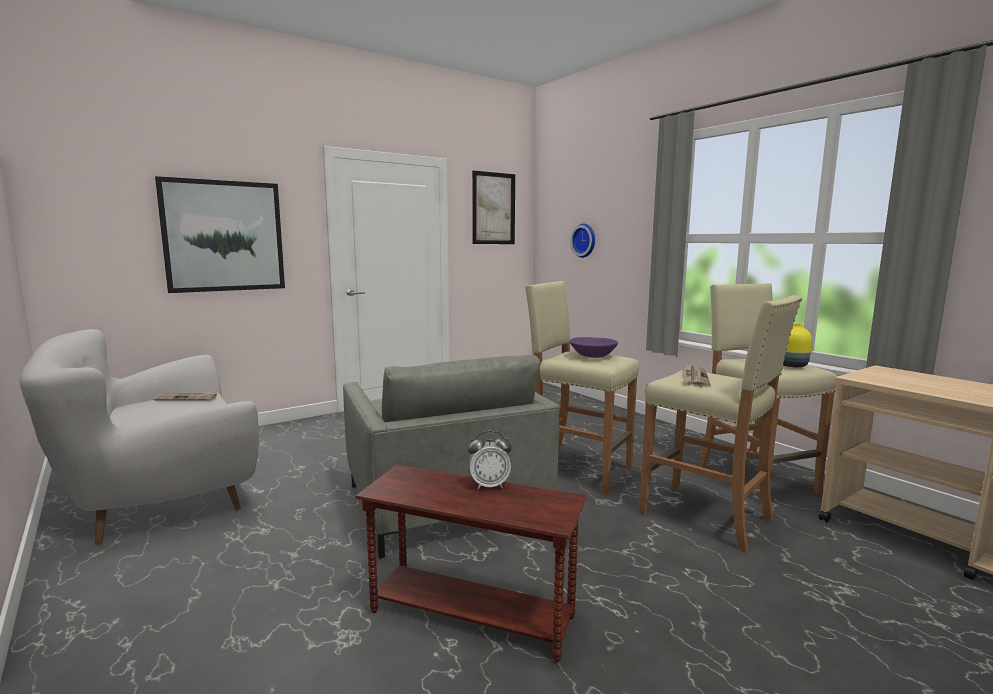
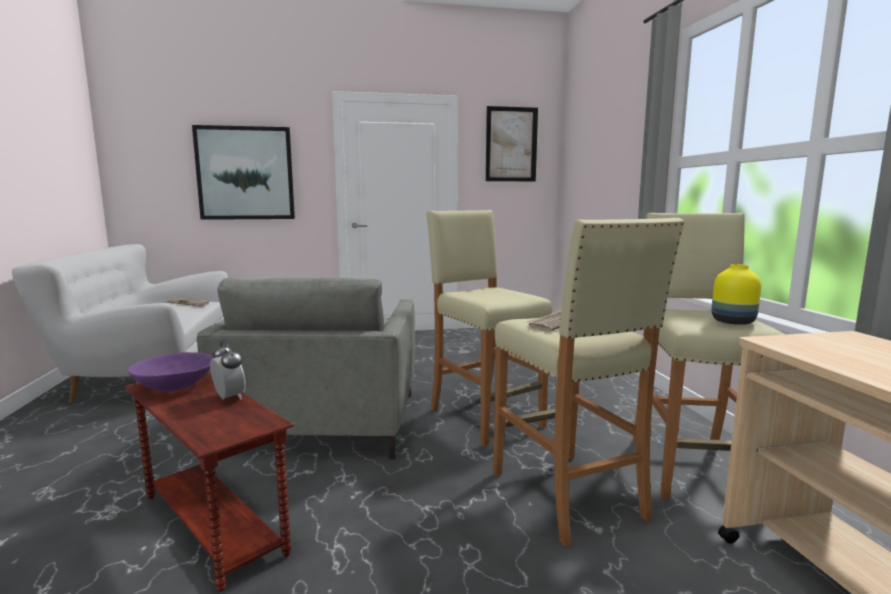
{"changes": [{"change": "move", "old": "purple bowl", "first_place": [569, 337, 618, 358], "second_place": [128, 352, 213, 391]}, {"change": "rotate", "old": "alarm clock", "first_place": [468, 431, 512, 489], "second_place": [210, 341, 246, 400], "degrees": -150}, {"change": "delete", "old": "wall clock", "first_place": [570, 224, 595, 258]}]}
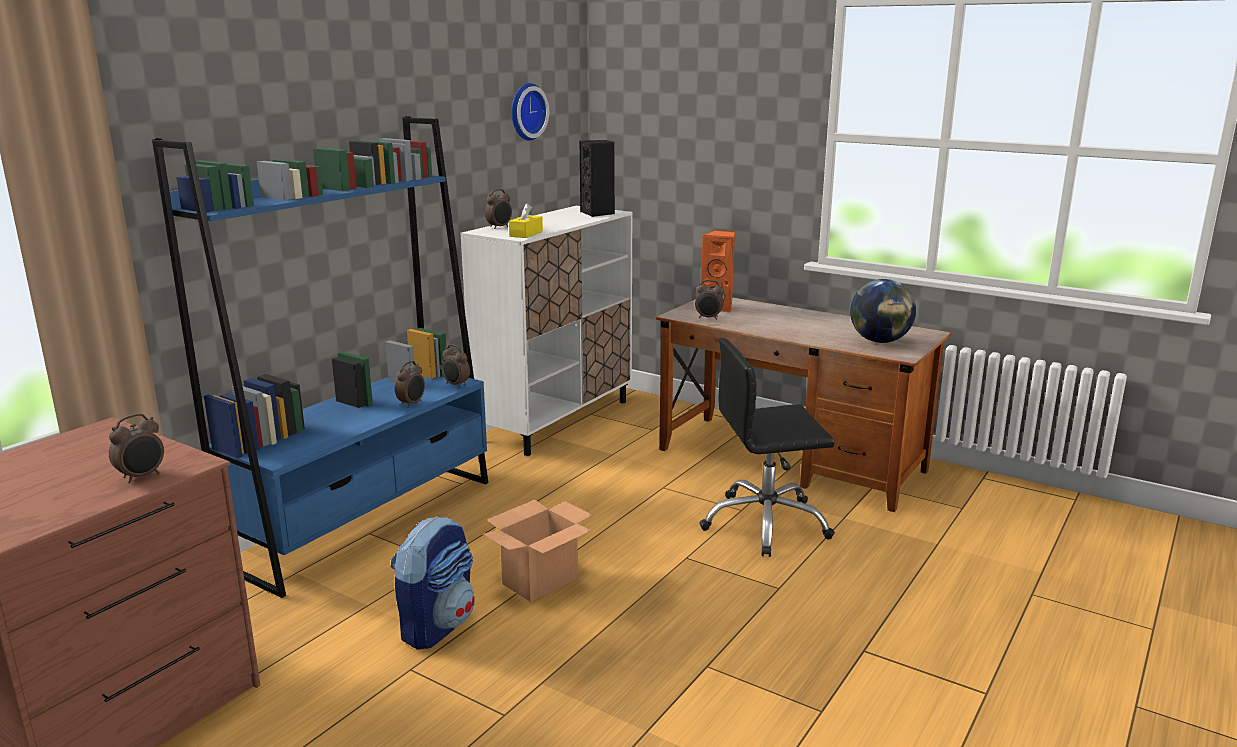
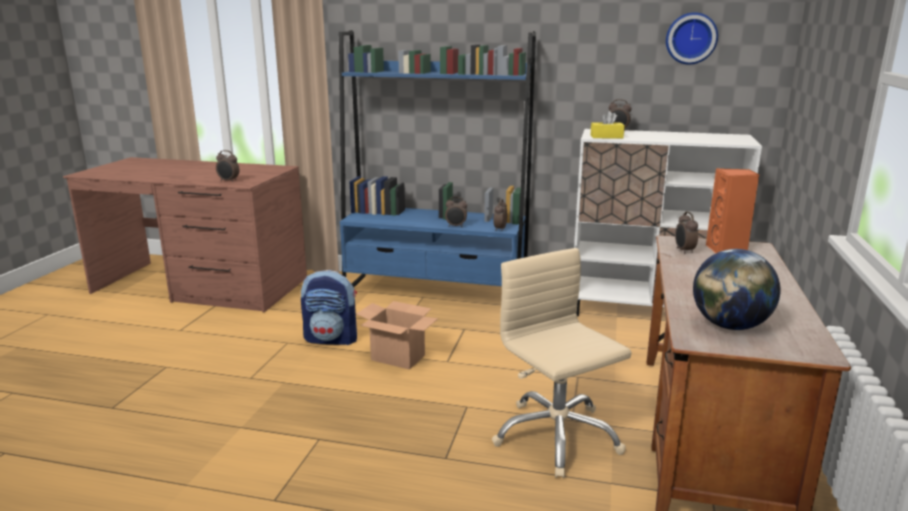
{"changes": [{"change": "recolor", "old": "black office chair", "new": "beige office chair", "first_place": [699, 338, 835, 557], "second_place": [492, 248, 632, 478]}, {"change": "delete", "old": "black speaker", "first_place": [580, 140, 615, 217]}]}
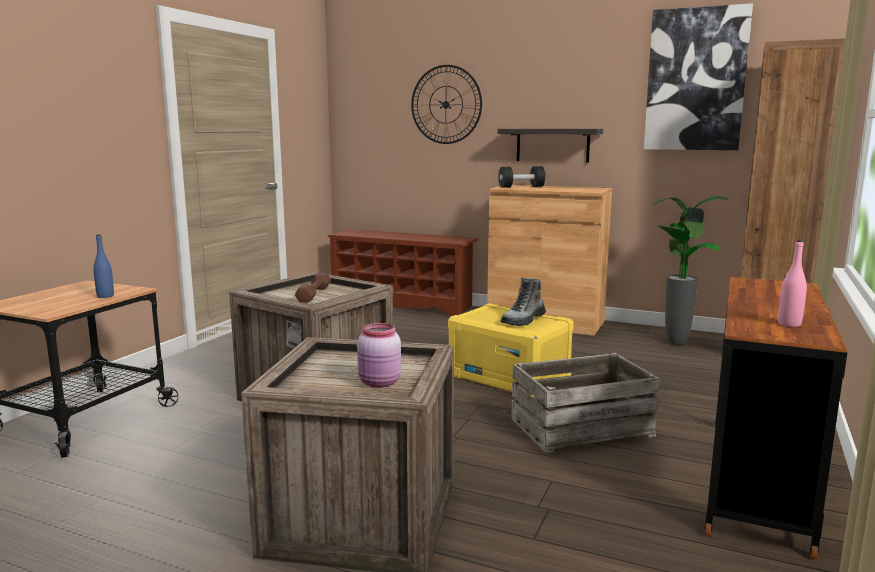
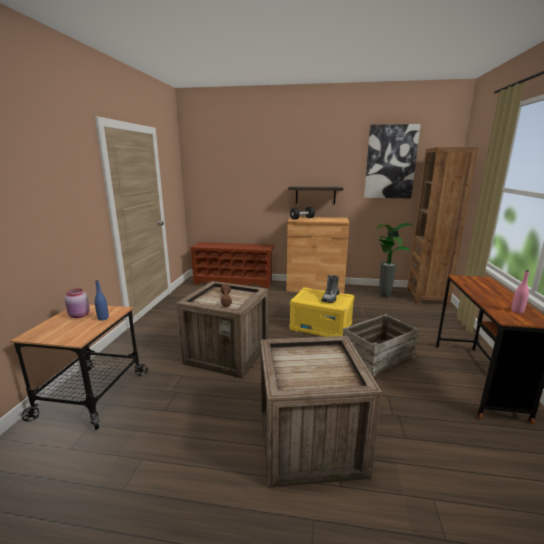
{"changes": [{"change": "move", "old": "pink jar", "first_place": [357, 323, 401, 388], "second_place": [65, 289, 90, 318]}, {"change": "delete", "old": "wall clock", "first_place": [411, 65, 482, 144]}]}
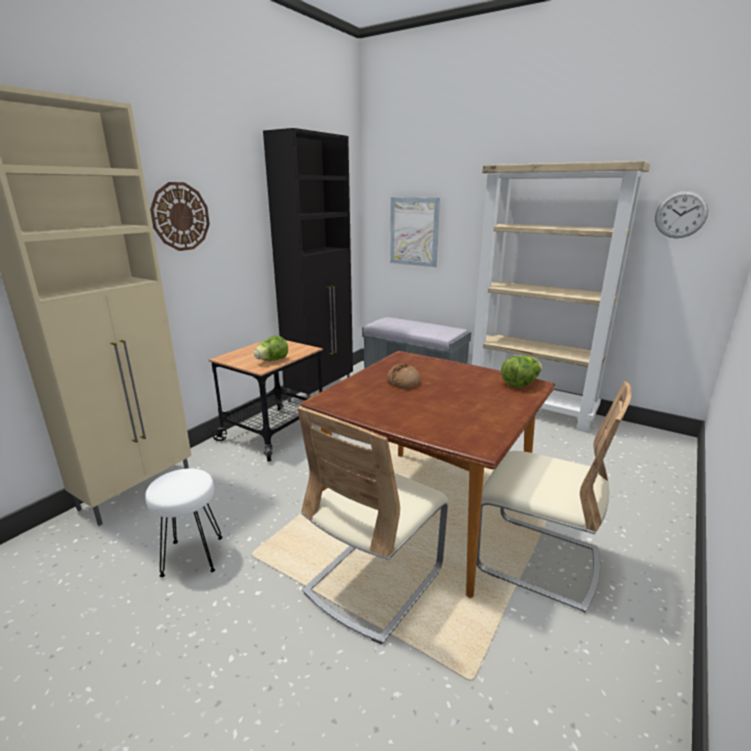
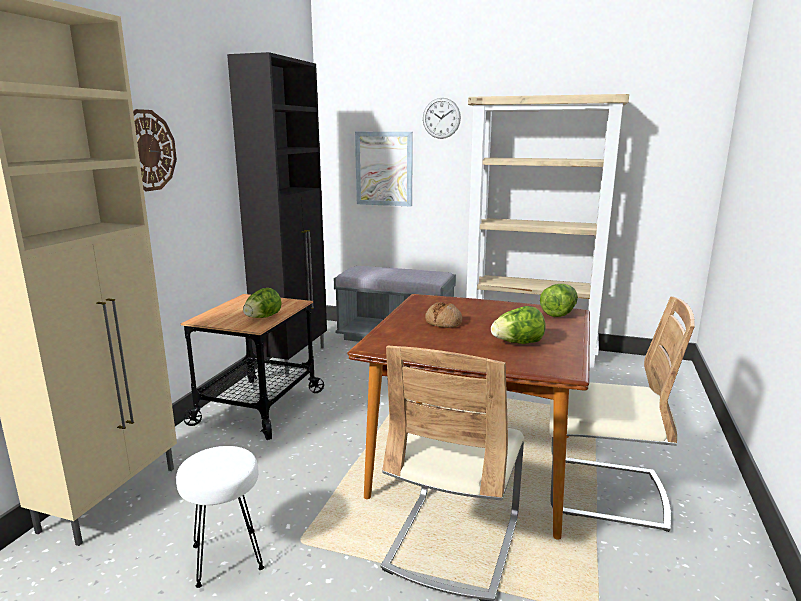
{"changes": [{"change": "move", "old": "wall clock", "first_place": [655, 191, 709, 238], "second_place": [423, 98, 461, 139]}, {"change": "insert", "new": "lettuce", "second_place": [491, 306, 546, 344]}]}
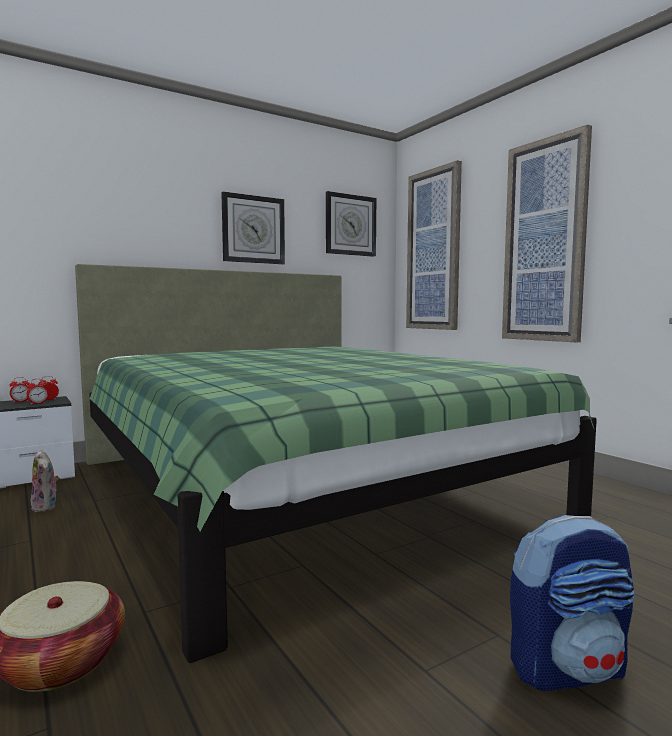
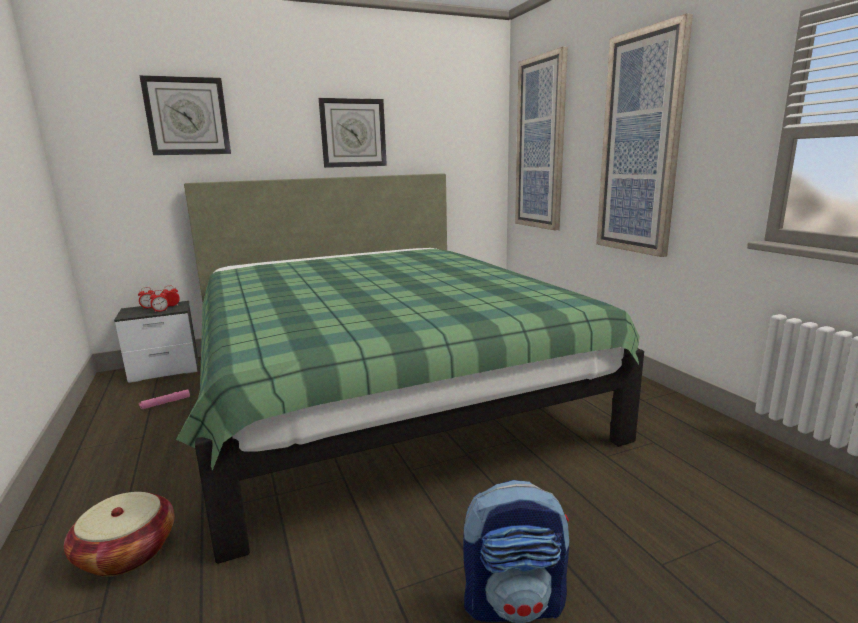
{"changes": [{"change": "move", "old": "wall clock", "first_place": [326, 191, 376, 257], "second_place": [139, 75, 231, 155]}, {"change": "replace", "old": "plush toy", "new": "pink flashlight", "first_place": [31, 450, 59, 512], "second_place": [139, 390, 190, 409]}]}
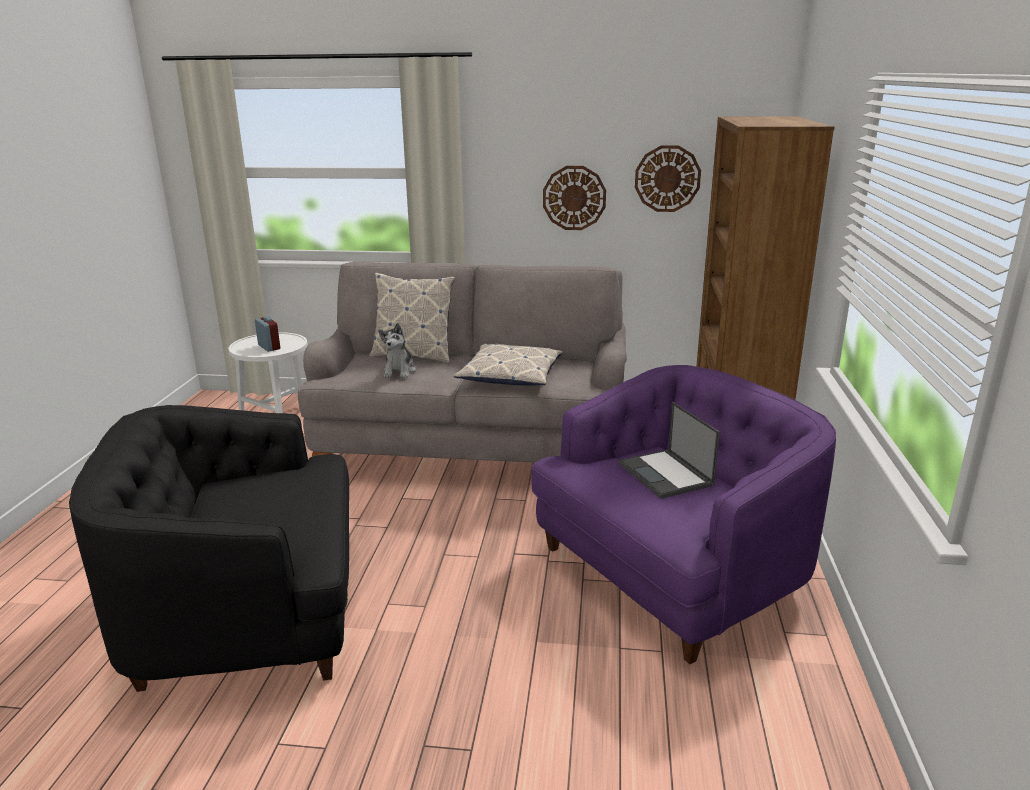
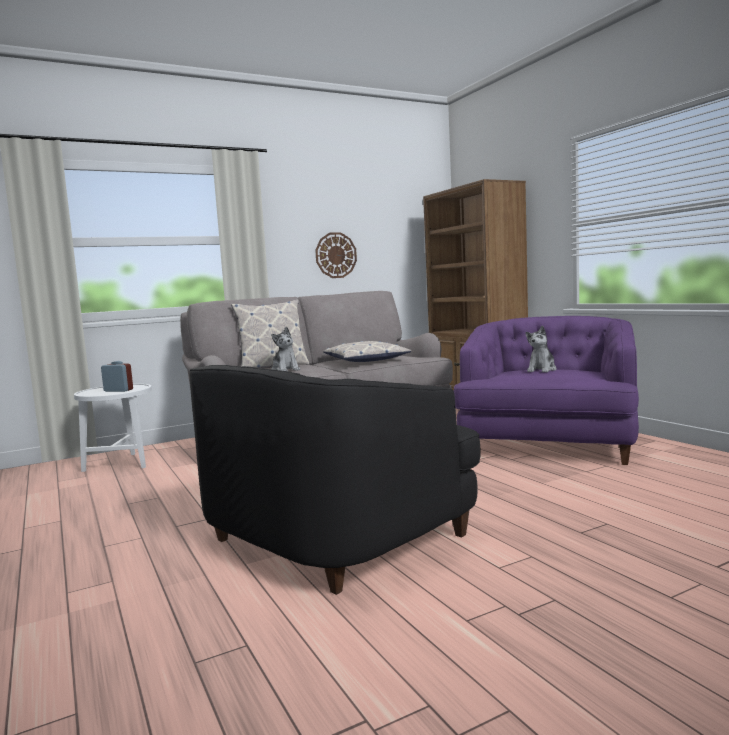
{"changes": [{"change": "replace", "old": "laptop", "new": "plush toy", "first_place": [618, 402, 720, 499], "second_place": [525, 326, 557, 372]}, {"change": "delete", "old": "wall clock", "first_place": [635, 145, 701, 212]}]}
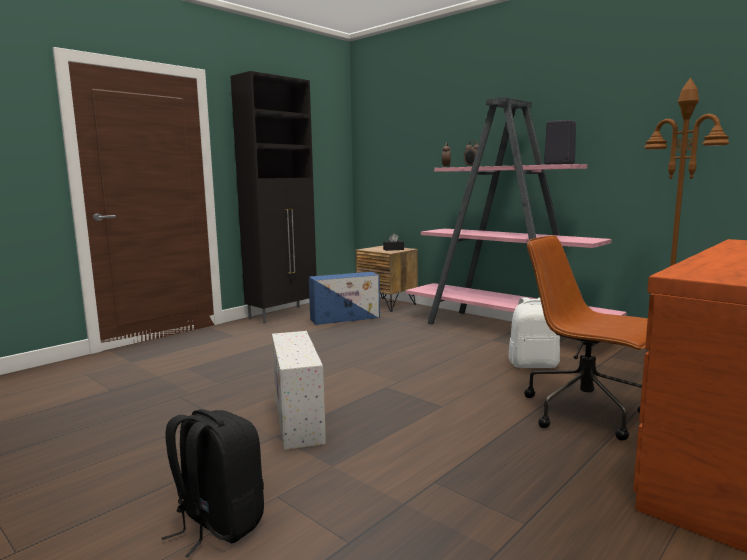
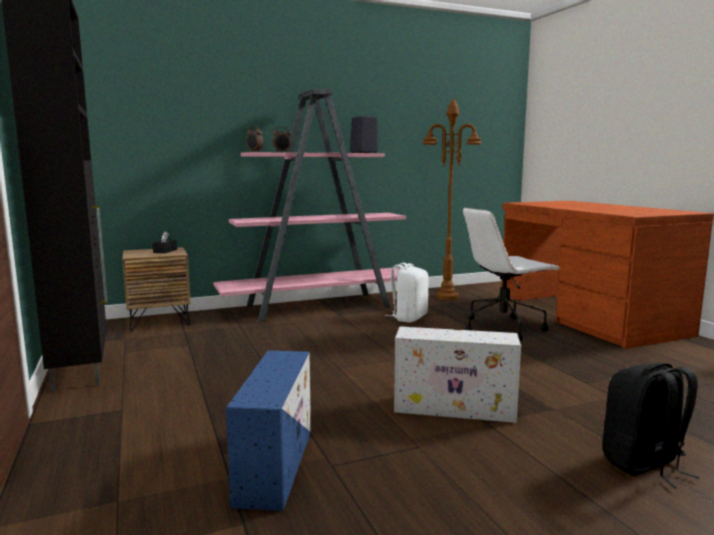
{"changes": [{"change": "move", "old": "blue storage box", "first_place": [309, 272, 380, 325], "second_place": [226, 351, 311, 511]}, {"change": "recolor", "old": "brown office chair", "new": "white office chair", "first_place": [524, 236, 648, 440], "second_place": [463, 208, 561, 341]}]}
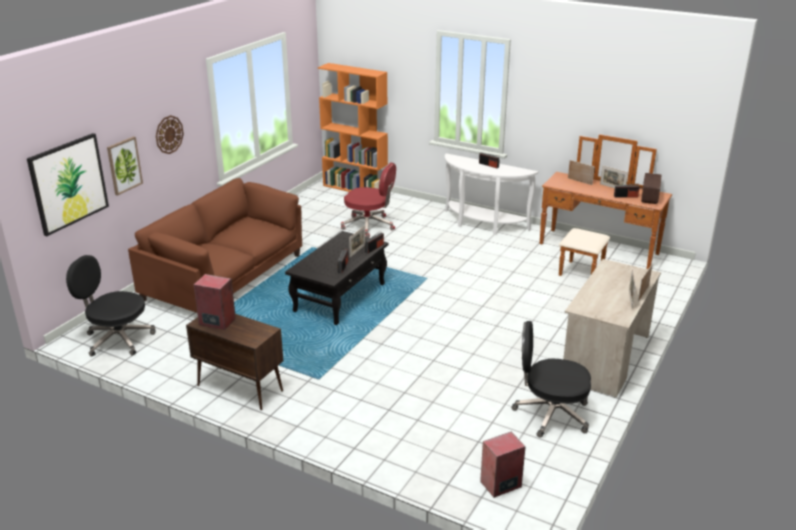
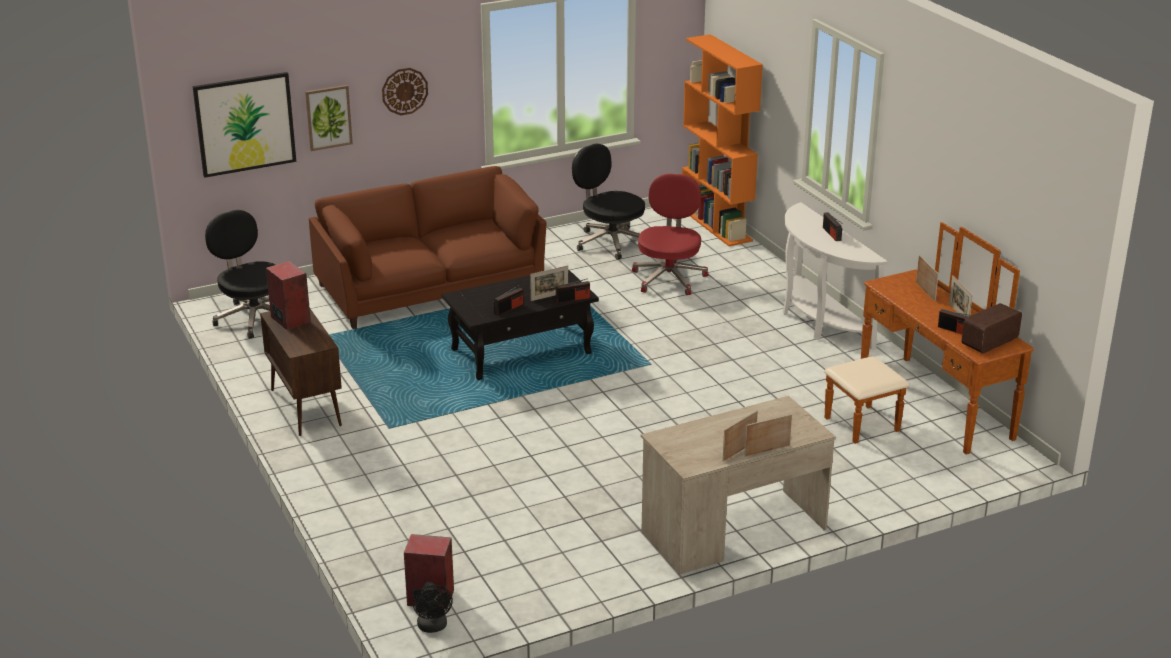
{"changes": [{"change": "insert", "new": "black fan", "second_place": [413, 582, 453, 633]}, {"change": "move", "old": "black office chair", "first_place": [511, 321, 591, 438], "second_place": [572, 143, 645, 260]}, {"change": "rotate", "old": "red office chair", "first_place": [341, 163, 396, 237], "second_place": [632, 174, 708, 295], "degrees": -135}]}
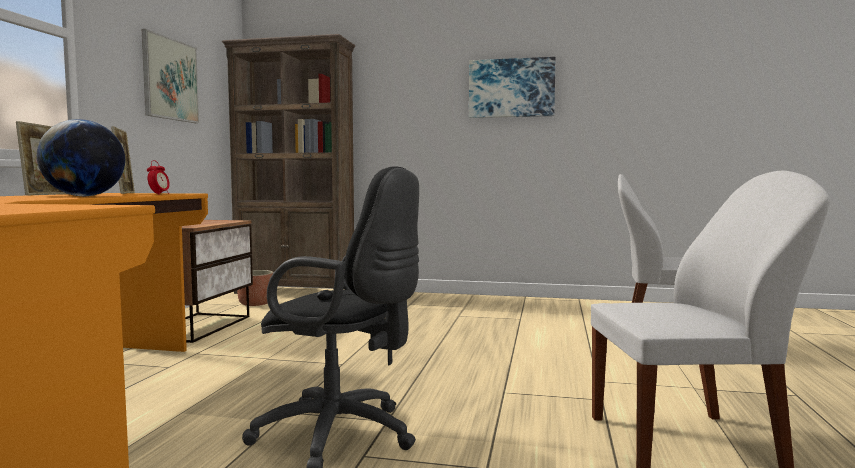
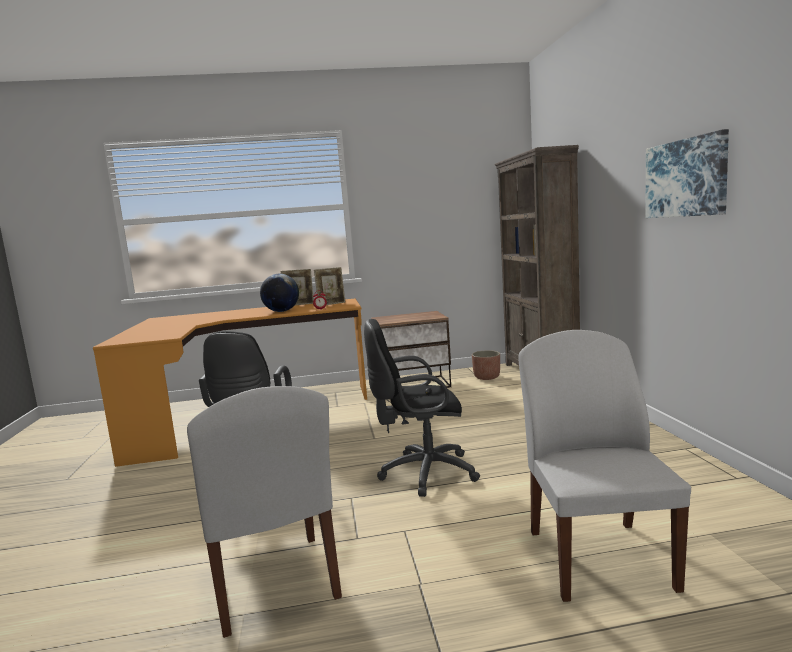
{"changes": [{"change": "insert", "new": "black office chair", "second_place": [364, 319, 480, 497]}, {"change": "delete", "old": "picture", "first_place": [142, 29, 199, 123]}]}
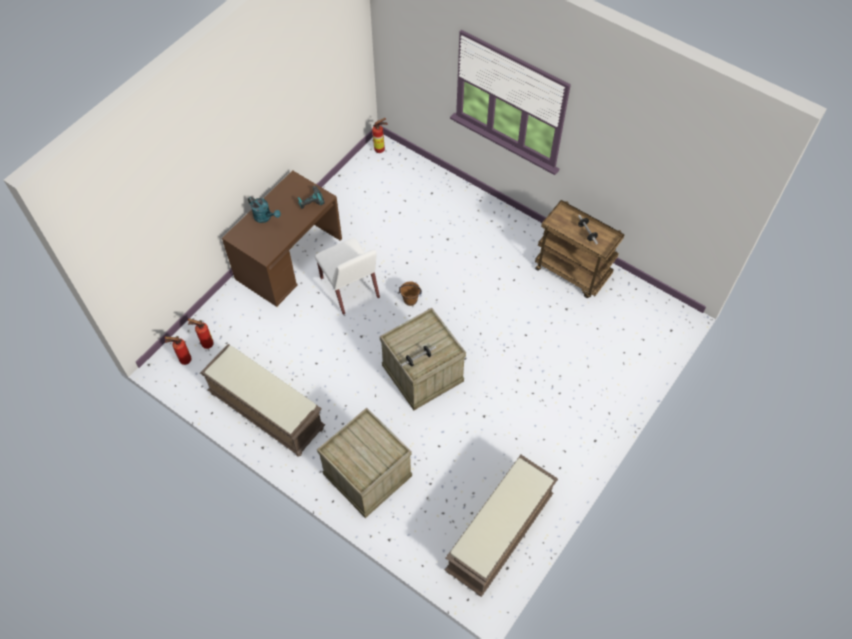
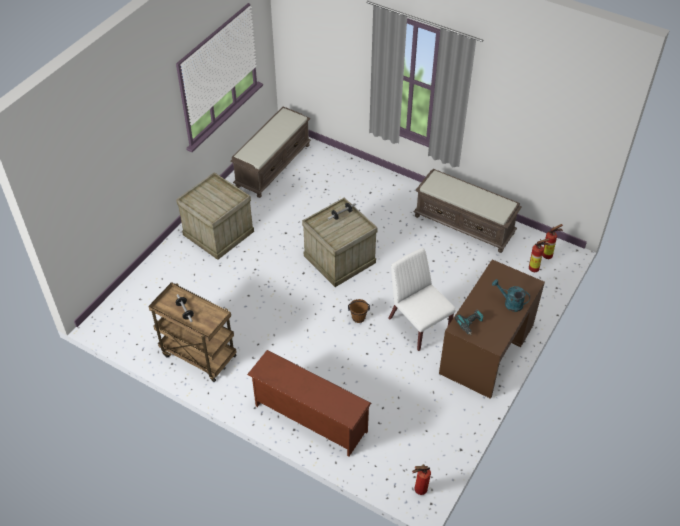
{"changes": [{"change": "move", "old": "crate", "first_place": [317, 408, 412, 518], "second_place": [176, 172, 254, 260]}, {"change": "insert", "new": "brown shoe rack", "second_place": [247, 350, 371, 456]}]}
